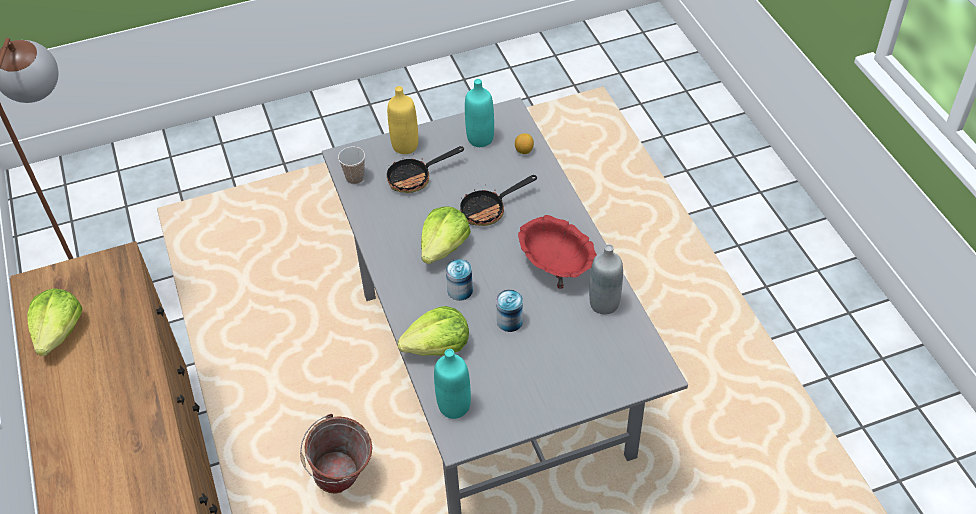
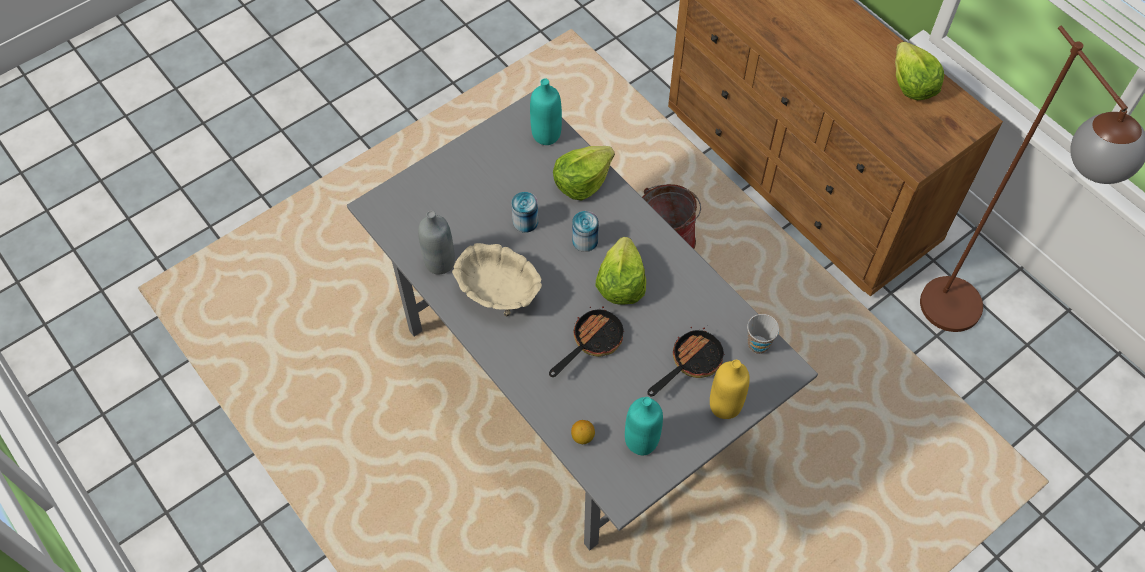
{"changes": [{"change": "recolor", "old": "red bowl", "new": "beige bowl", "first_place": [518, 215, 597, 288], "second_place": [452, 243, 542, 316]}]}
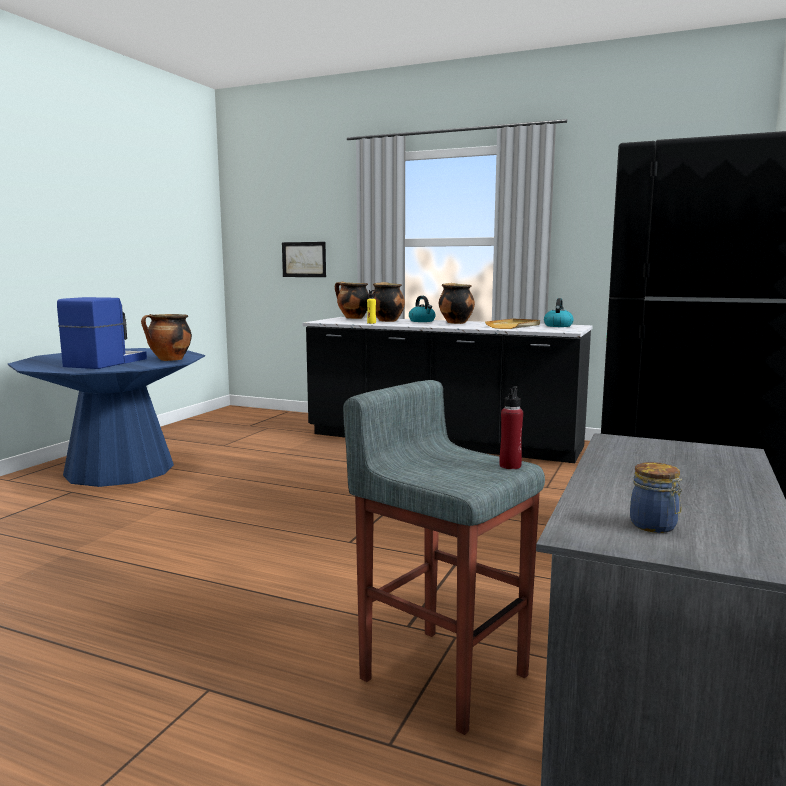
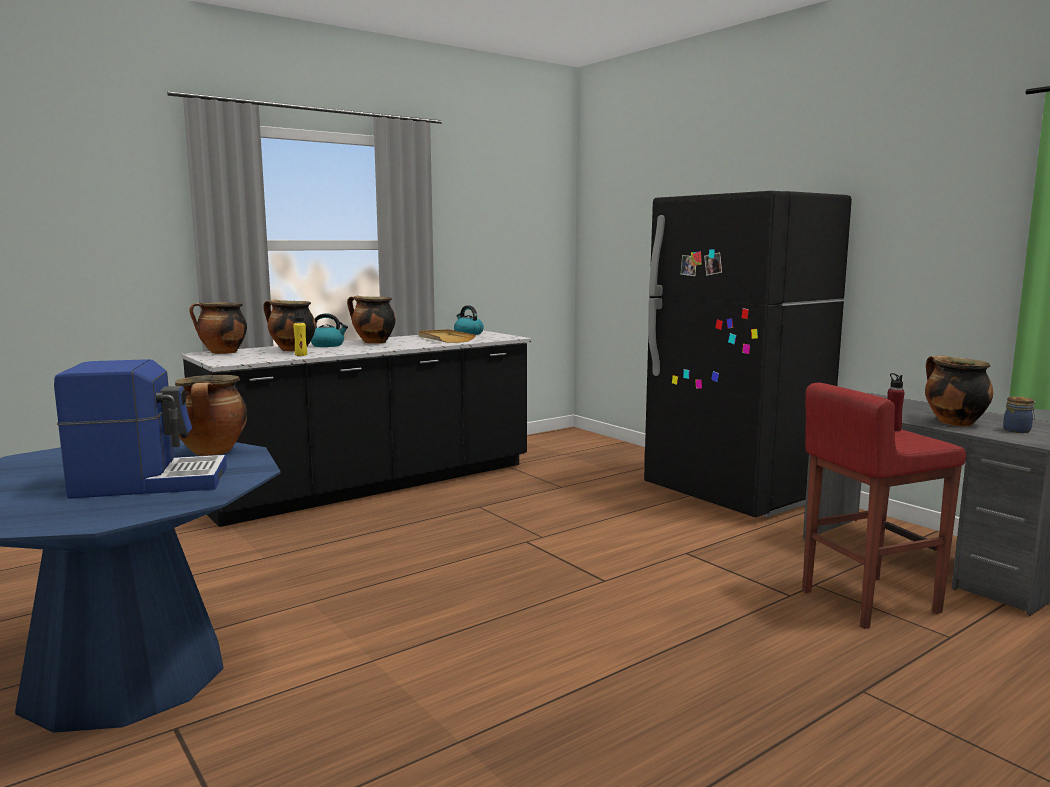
{"changes": [{"change": "rotate", "old": "coffee machine", "first_place": [57, 297, 147, 369], "second_place": [54, 359, 227, 499], "degrees": 120}, {"change": "recolor", "old": "grey stool", "new": "red stool", "first_place": [343, 380, 545, 735], "second_place": [802, 383, 966, 629]}, {"change": "insert", "new": "cooking pot", "second_place": [925, 355, 993, 426]}, {"change": "delete", "old": "picture", "first_place": [282, 242, 326, 277]}]}
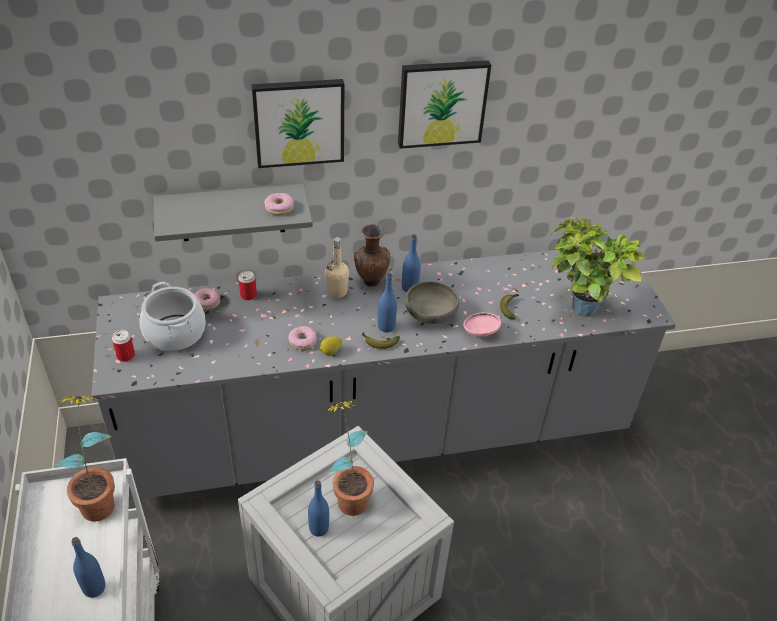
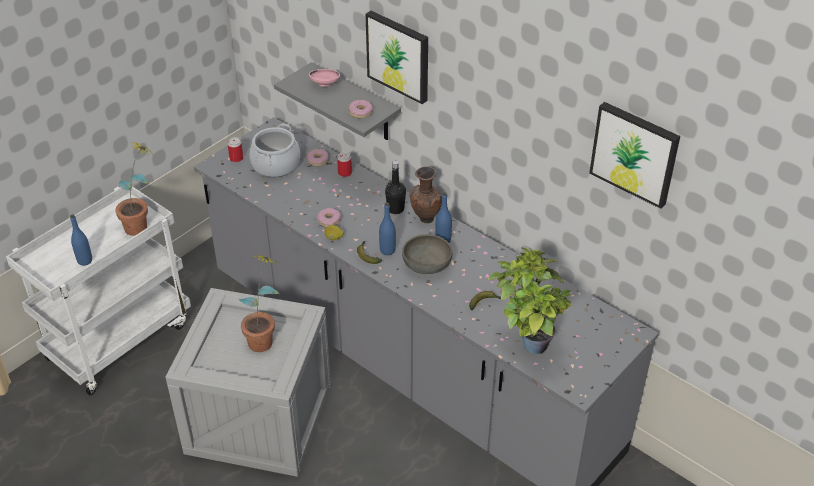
{"changes": [{"change": "move", "old": "pink bowl", "first_place": [463, 313, 501, 337], "second_place": [309, 69, 340, 87]}, {"change": "recolor", "old": "beige bottle", "new": "black bottle", "first_place": [325, 237, 349, 298], "second_place": [385, 161, 406, 214]}, {"change": "move", "old": "picture", "first_place": [398, 60, 491, 149], "second_place": [589, 102, 680, 209]}, {"change": "delete", "old": "blue bottle", "first_place": [308, 481, 329, 537]}]}
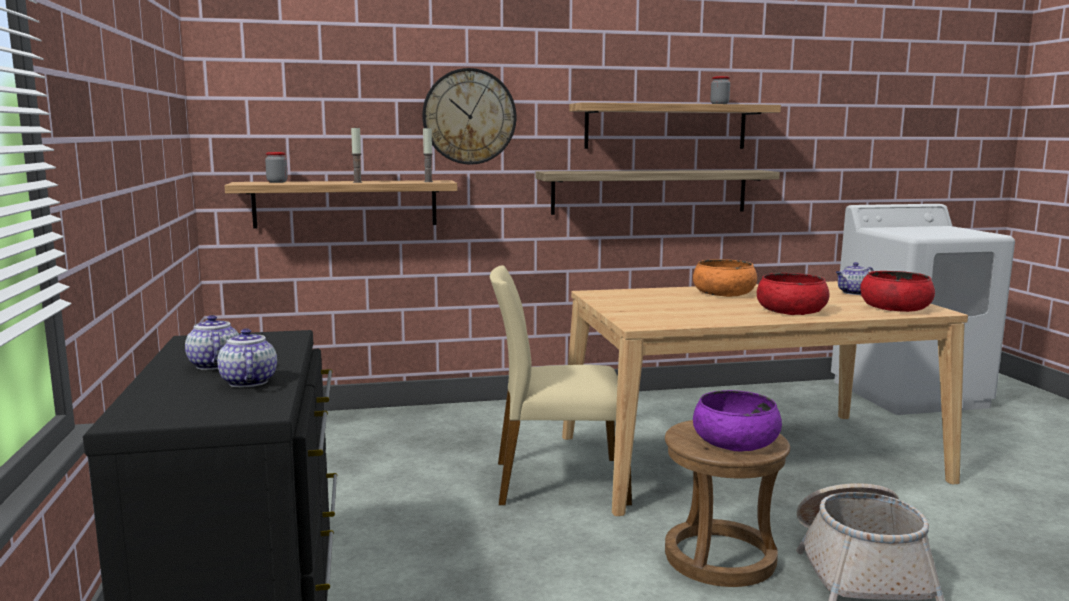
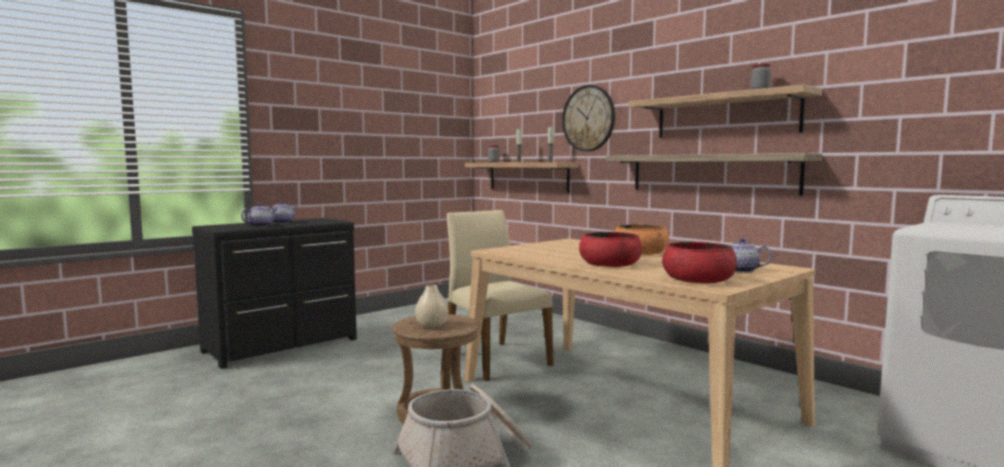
{"changes": [{"change": "replace", "old": "purple bowl", "new": "beige vase", "first_place": [693, 390, 782, 452], "second_place": [415, 285, 448, 328]}]}
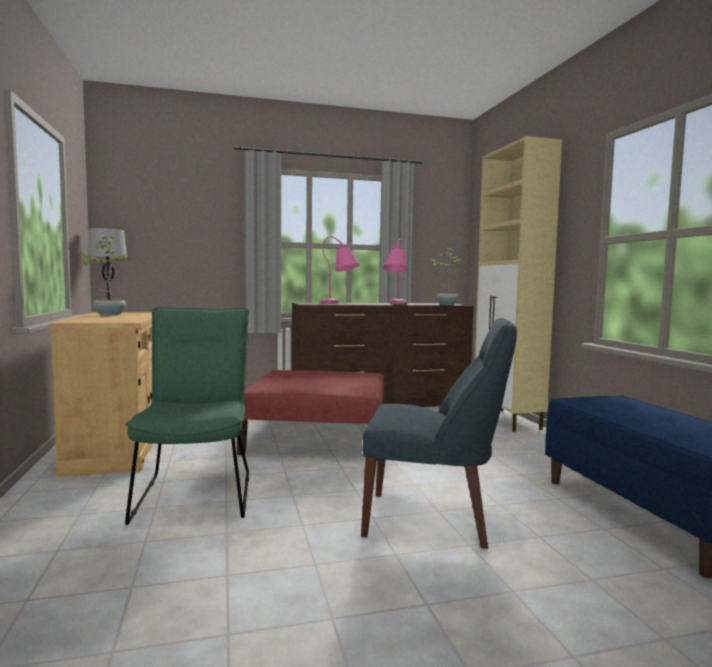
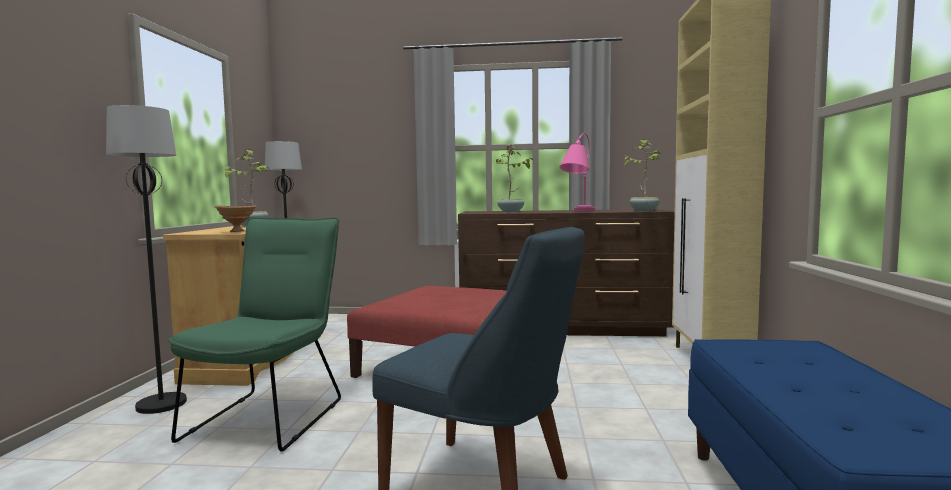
{"changes": [{"change": "insert", "new": "black floor lamp", "second_place": [106, 105, 187, 414]}, {"change": "insert", "new": "brown bowl", "second_place": [214, 205, 257, 232]}, {"change": "replace", "old": "pink table lamp", "new": "potted plant", "first_place": [320, 237, 360, 304], "second_place": [494, 144, 534, 212]}]}
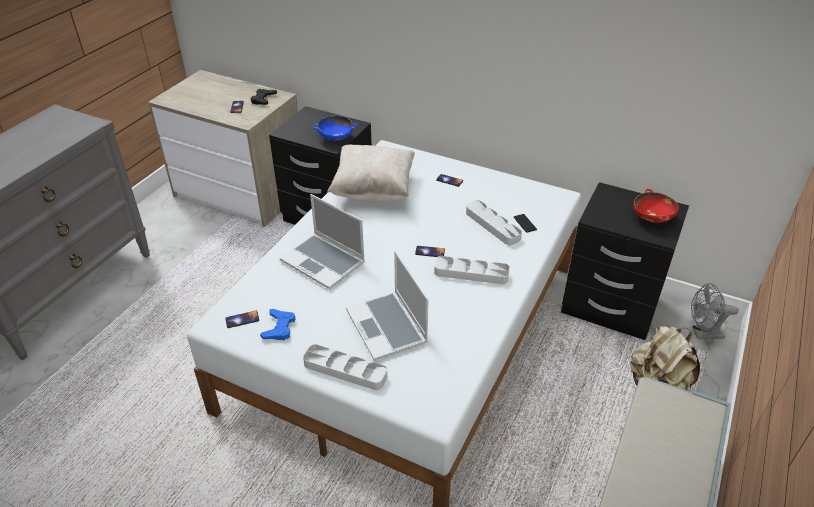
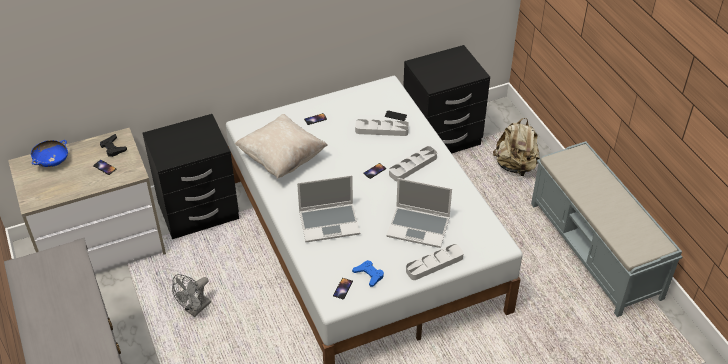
{"changes": [{"change": "move", "old": "blue bowl", "first_place": [312, 116, 358, 141], "second_place": [31, 140, 68, 167]}, {"change": "move", "old": "grey fan", "first_place": [691, 283, 739, 339], "second_place": [172, 274, 211, 317]}, {"change": "delete", "old": "red bowl", "first_place": [633, 189, 679, 223]}]}
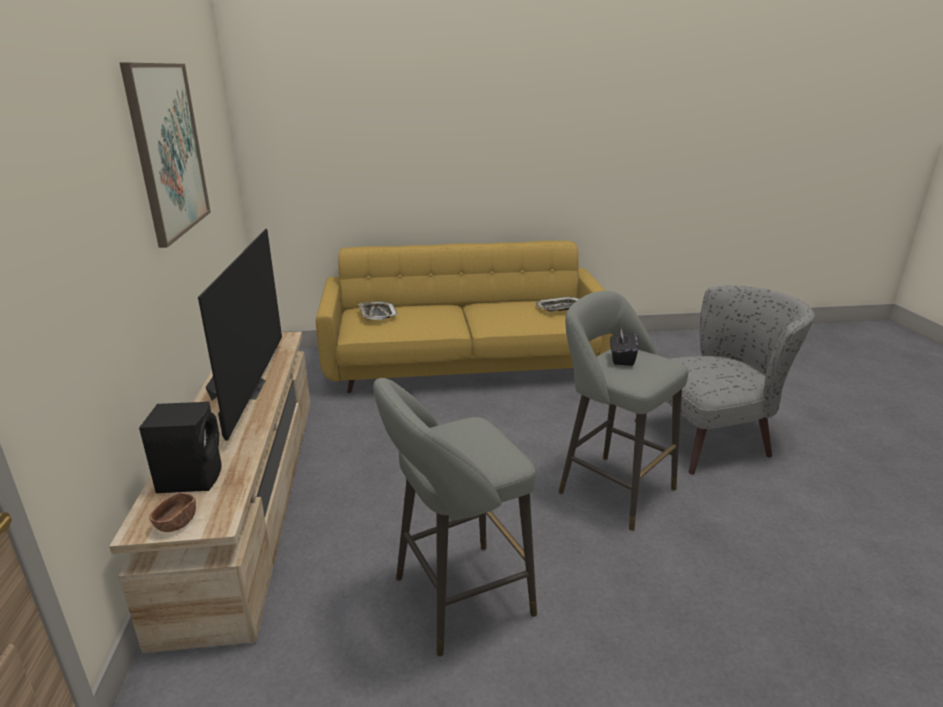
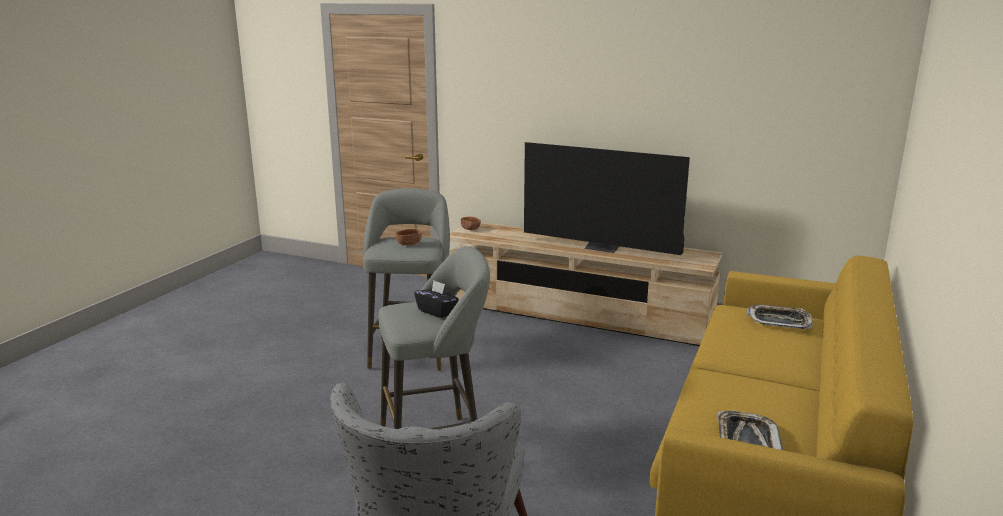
{"changes": [{"change": "insert", "new": "brown bowl", "second_place": [395, 229, 422, 245]}, {"change": "delete", "old": "picture", "first_place": [120, 63, 211, 248]}, {"change": "delete", "old": "black speaker", "first_place": [139, 401, 222, 493]}]}
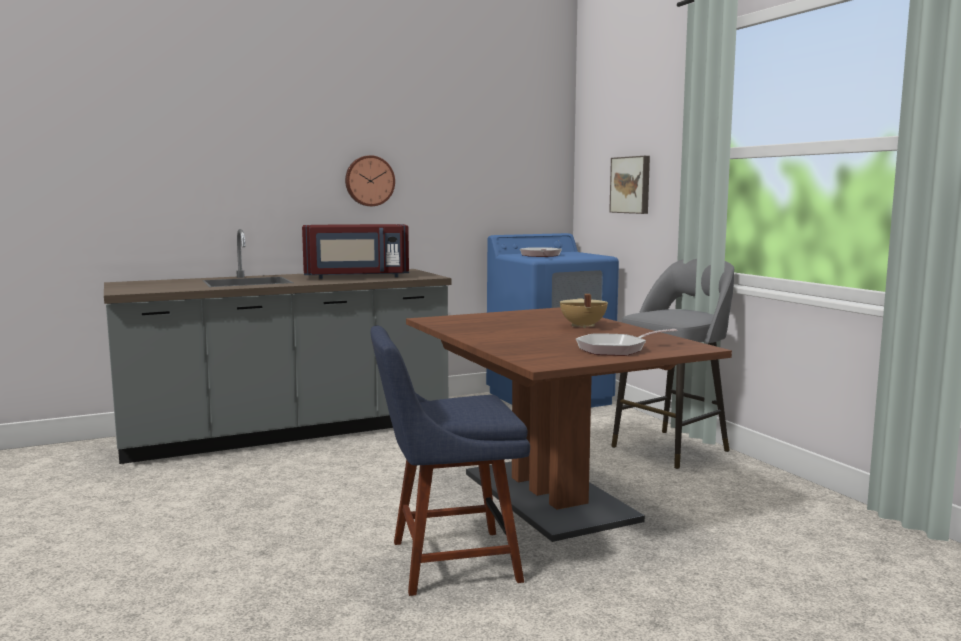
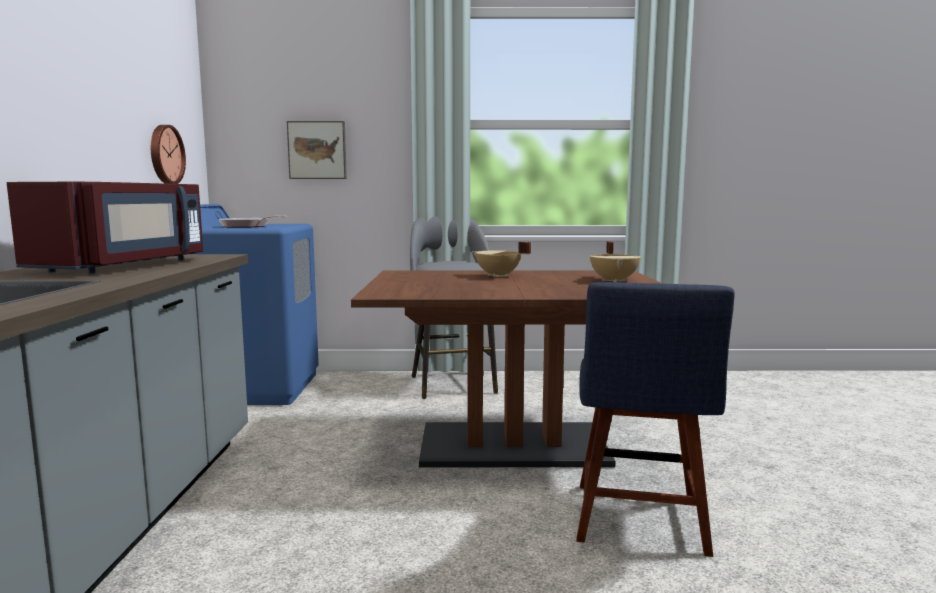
{"changes": [{"change": "move", "old": "wall clock", "first_place": [345, 155, 395, 206], "second_place": [151, 125, 186, 184]}, {"change": "replace", "old": "frying pan", "new": "beige cooking pot", "first_place": [576, 329, 678, 356], "second_place": [590, 241, 641, 282]}]}
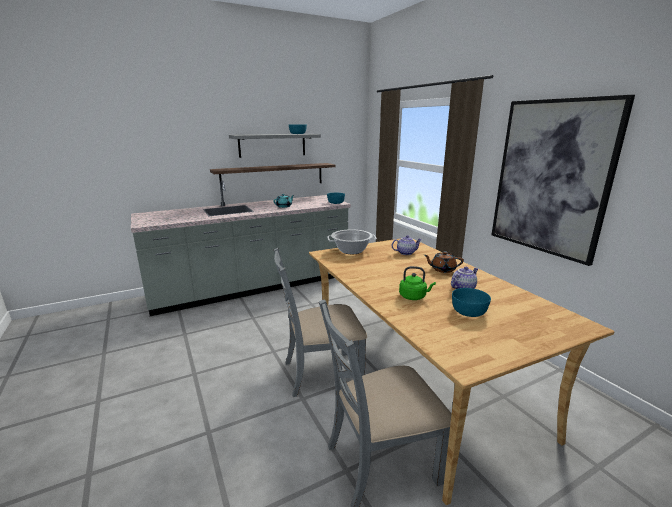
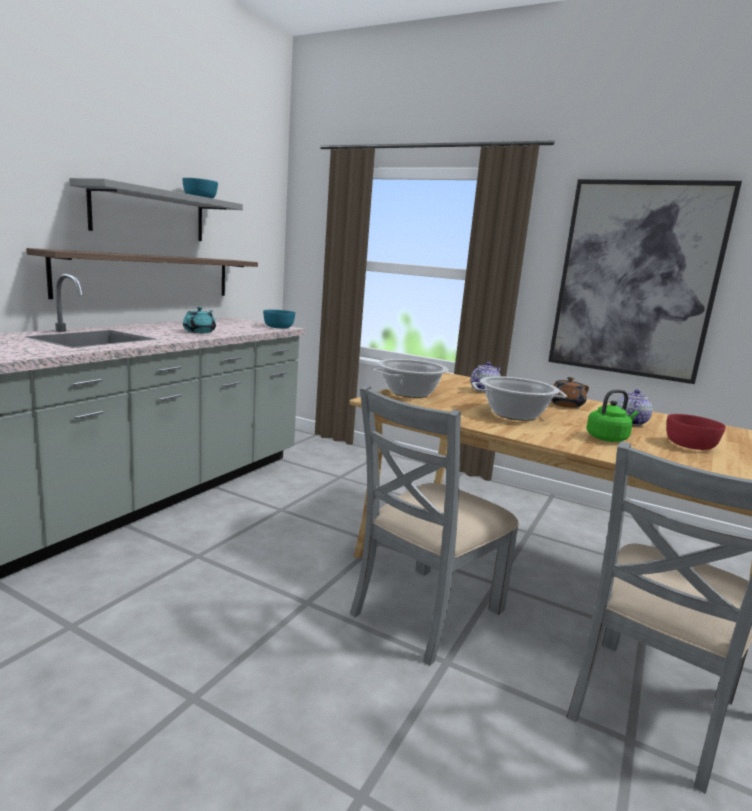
{"changes": [{"change": "insert", "new": "cooking pot", "second_place": [472, 376, 567, 421]}, {"change": "recolor", "old": "turquoise bowl", "new": "red bowl", "first_place": [452, 288, 491, 317], "second_place": [667, 414, 726, 450]}]}
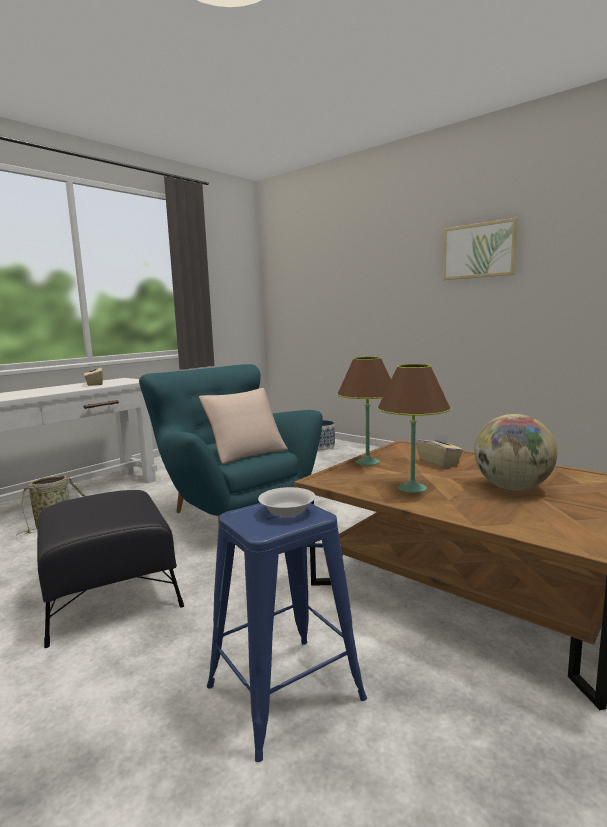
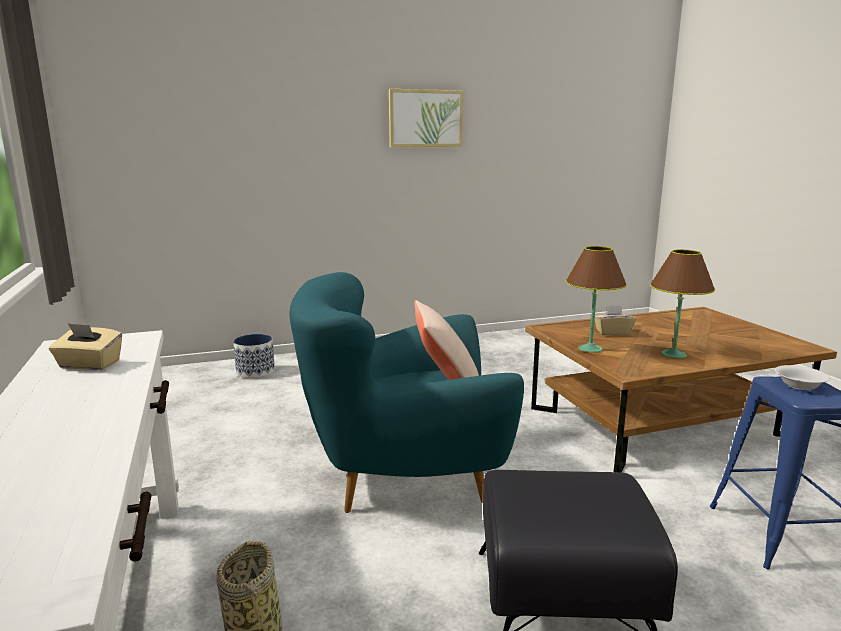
{"changes": [{"change": "delete", "old": "globe", "first_place": [474, 414, 557, 490]}]}
